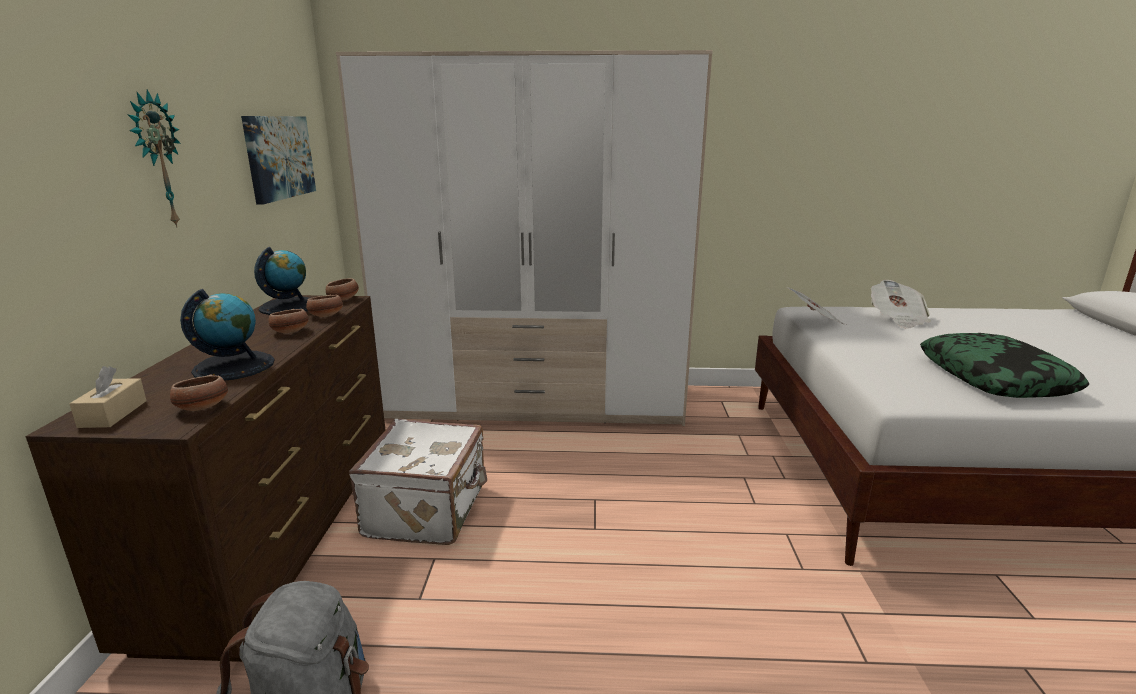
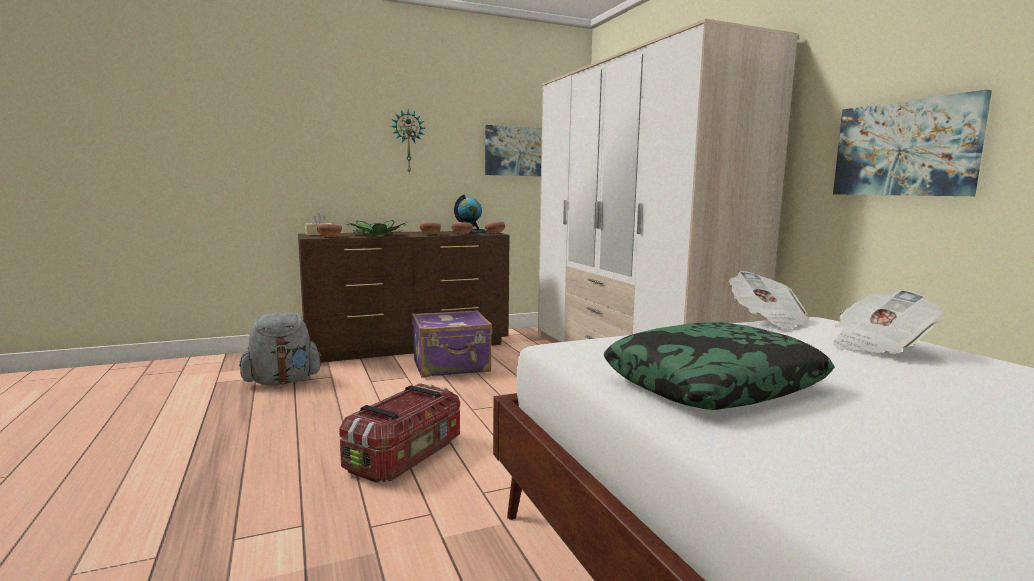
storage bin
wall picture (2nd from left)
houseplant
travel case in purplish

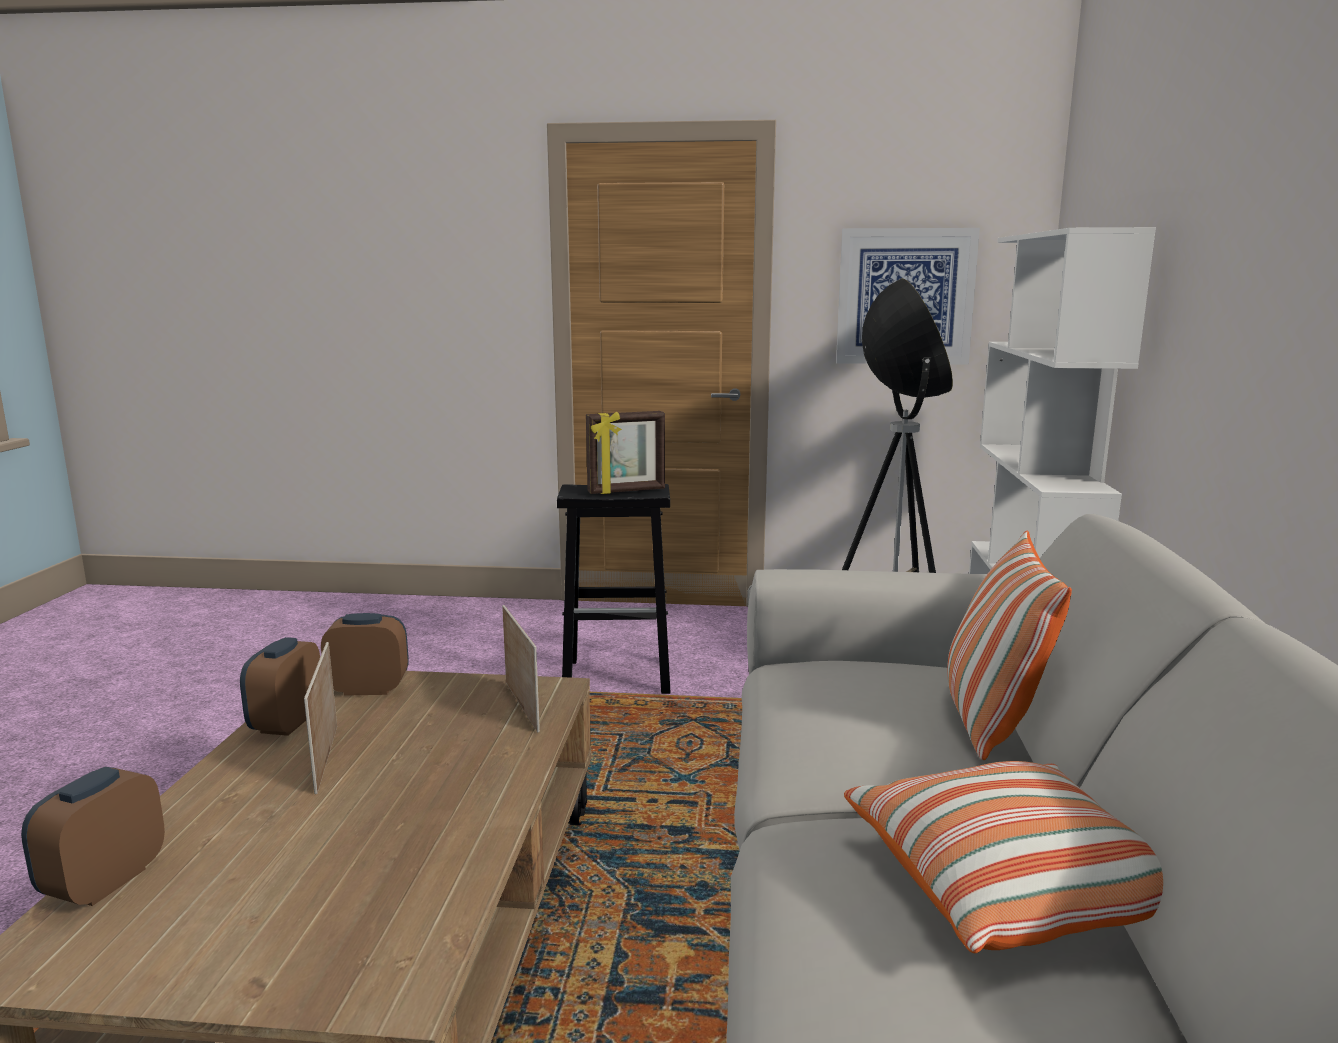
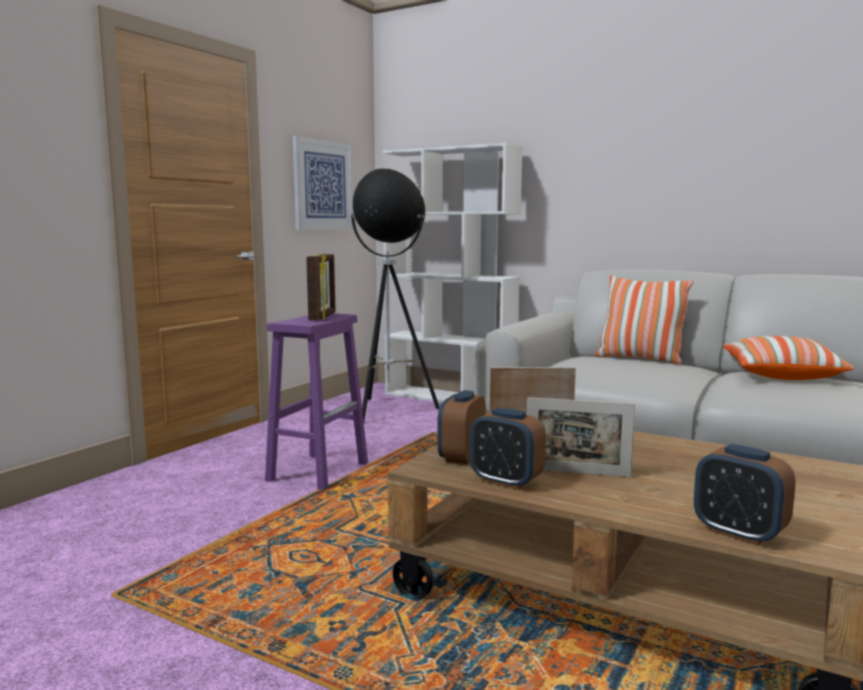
stool seat in purplish

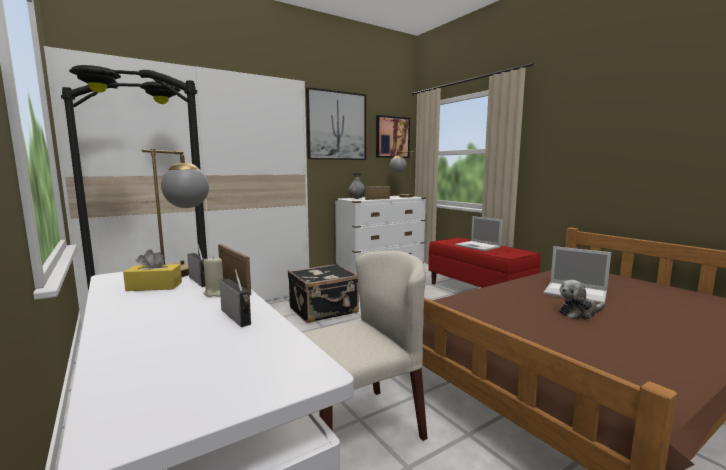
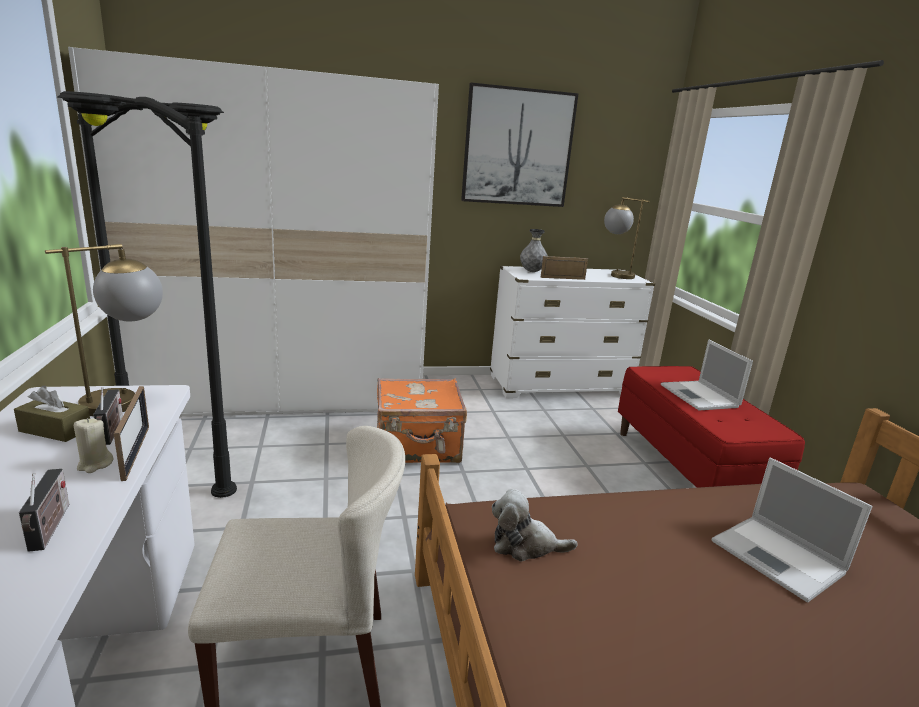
wall picture (2nd from left in the first image)
cuddly toy
tissue box in brownish
travel case in orange-coloured

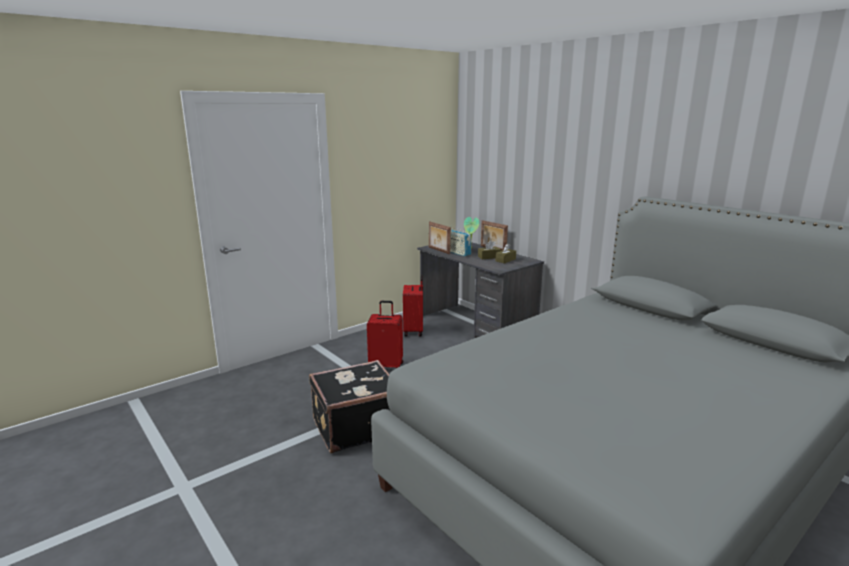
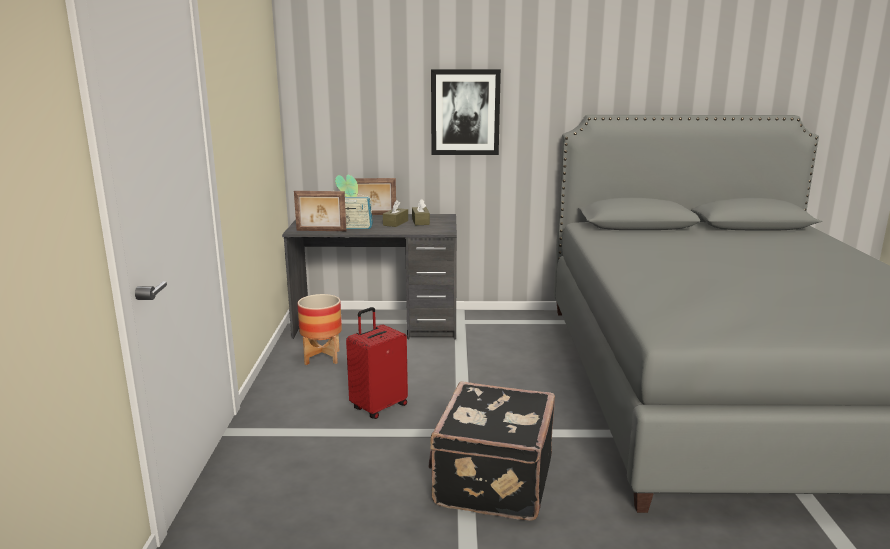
wall picture
flower pot

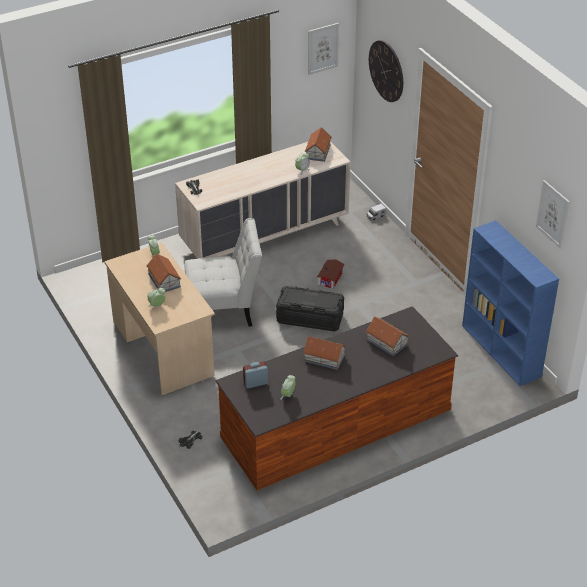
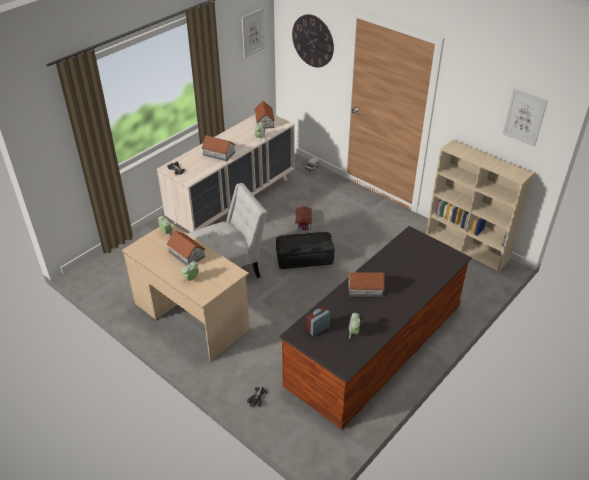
model house (2nd from left)
bookshelf in beige-coloured

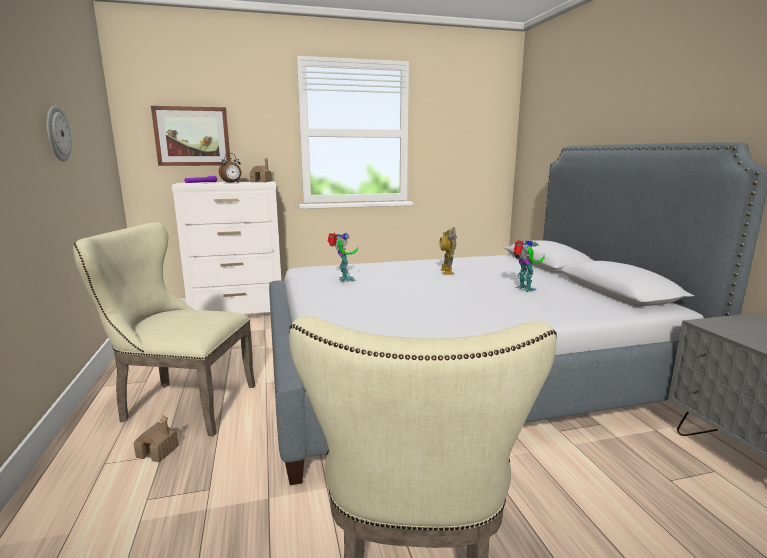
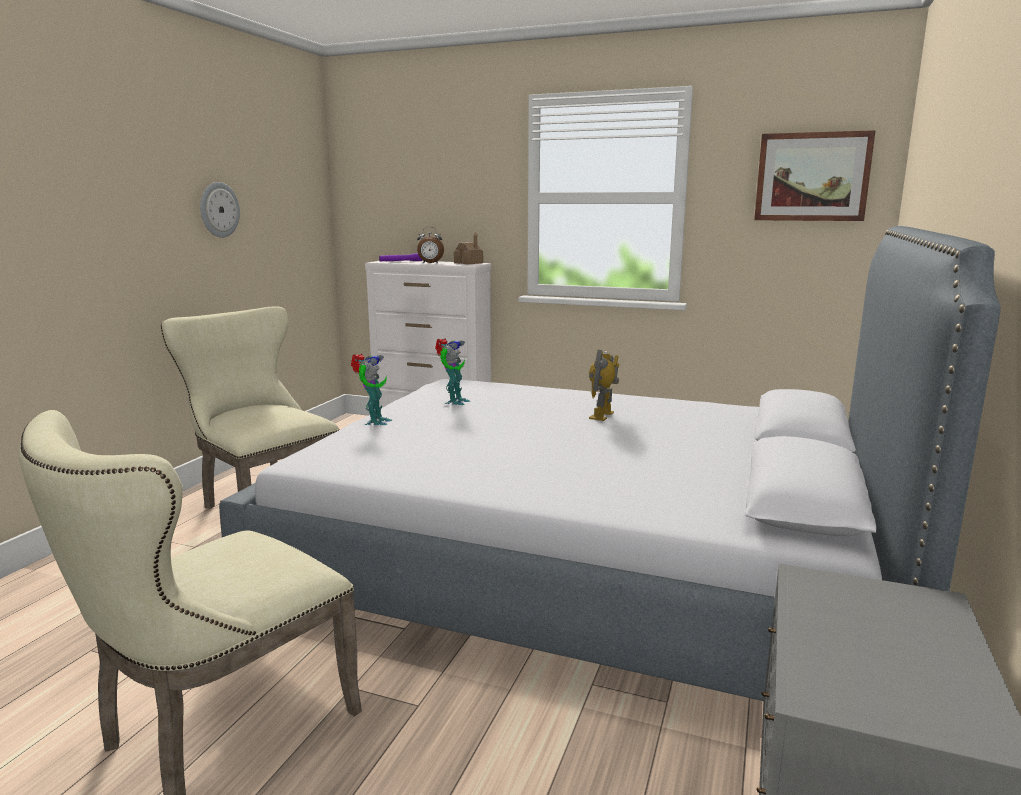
model house (1st from left in the first image)
wall picture
toy robot (1st from left)

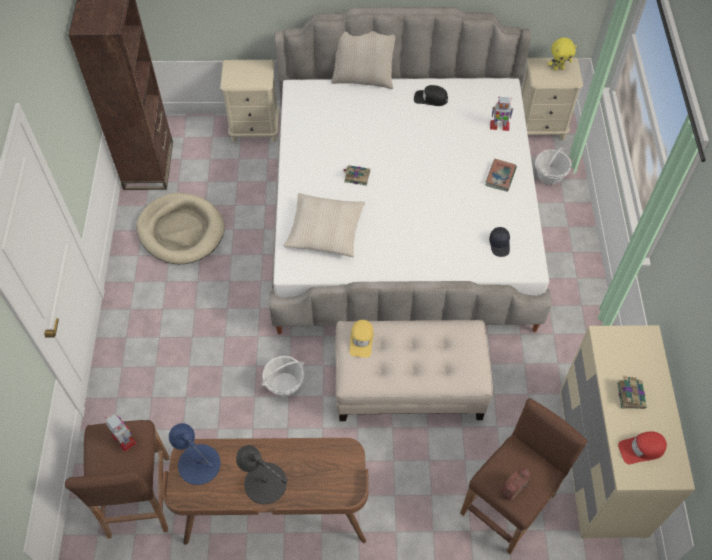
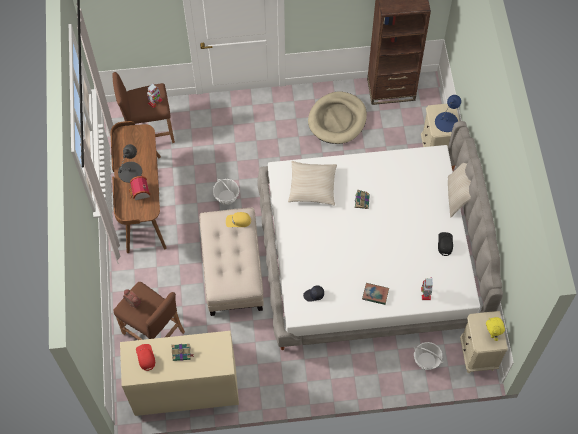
model house
table lamp in bluish

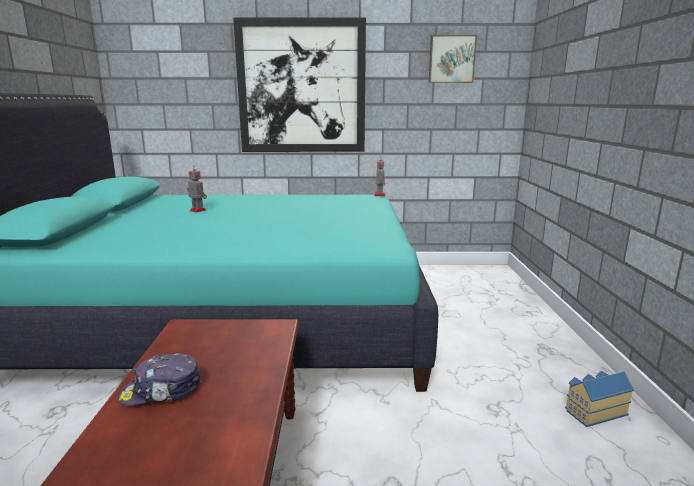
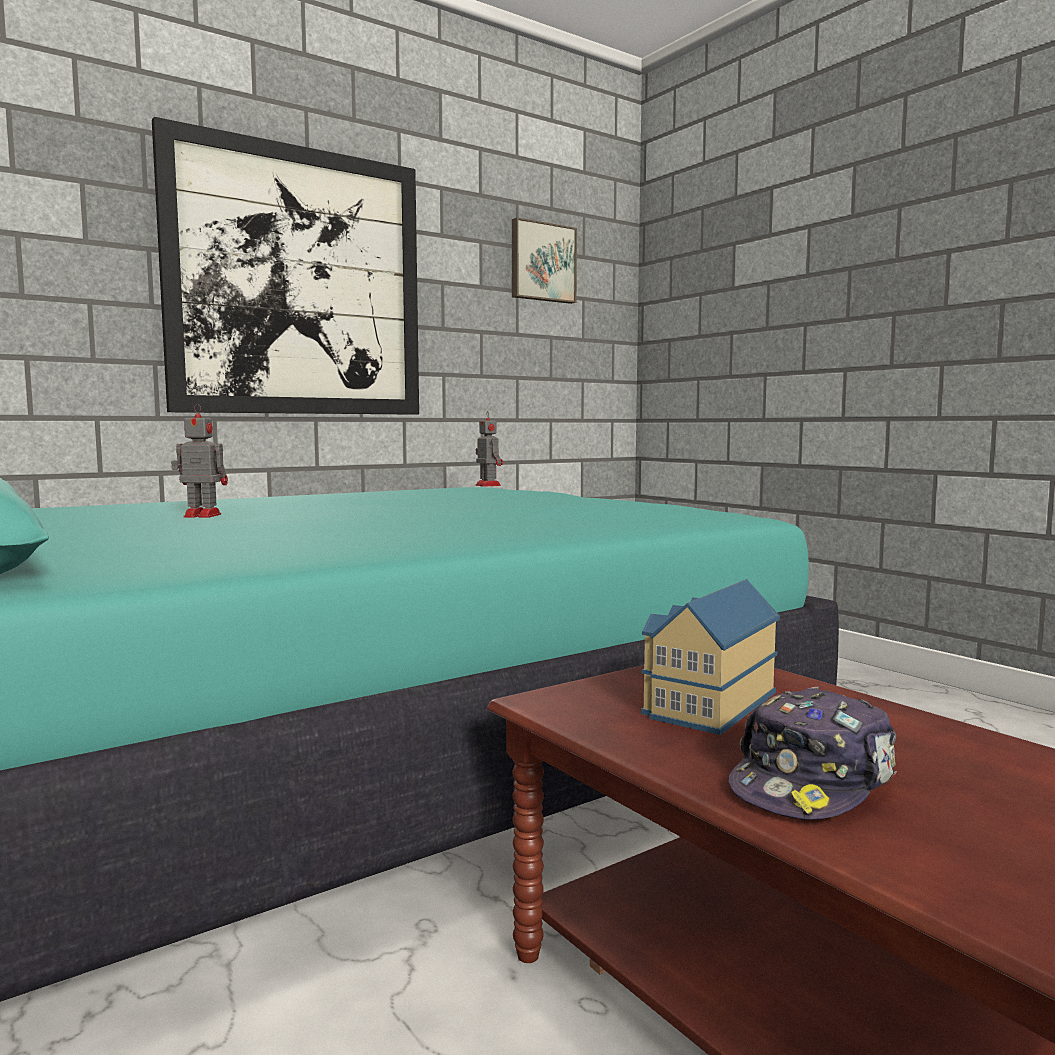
model house

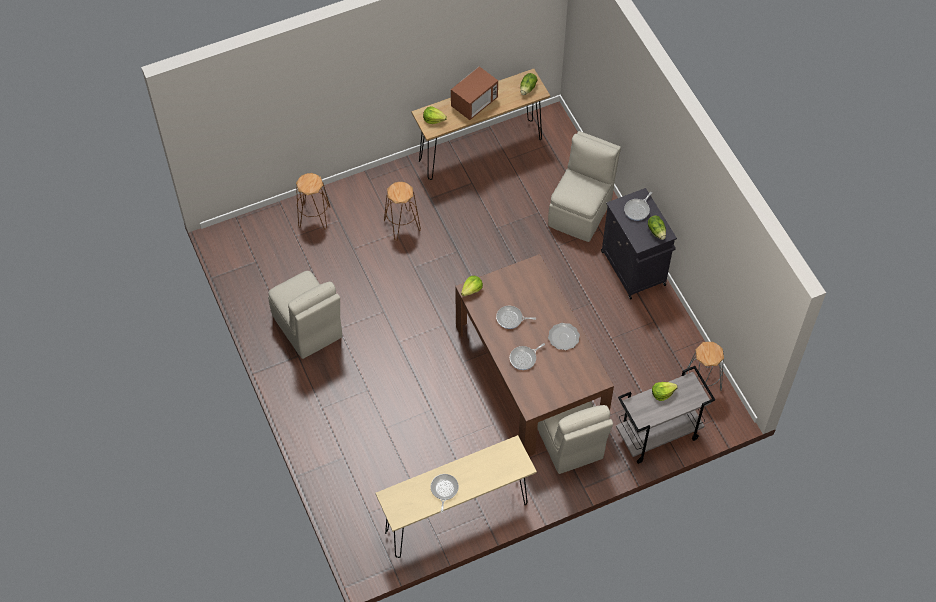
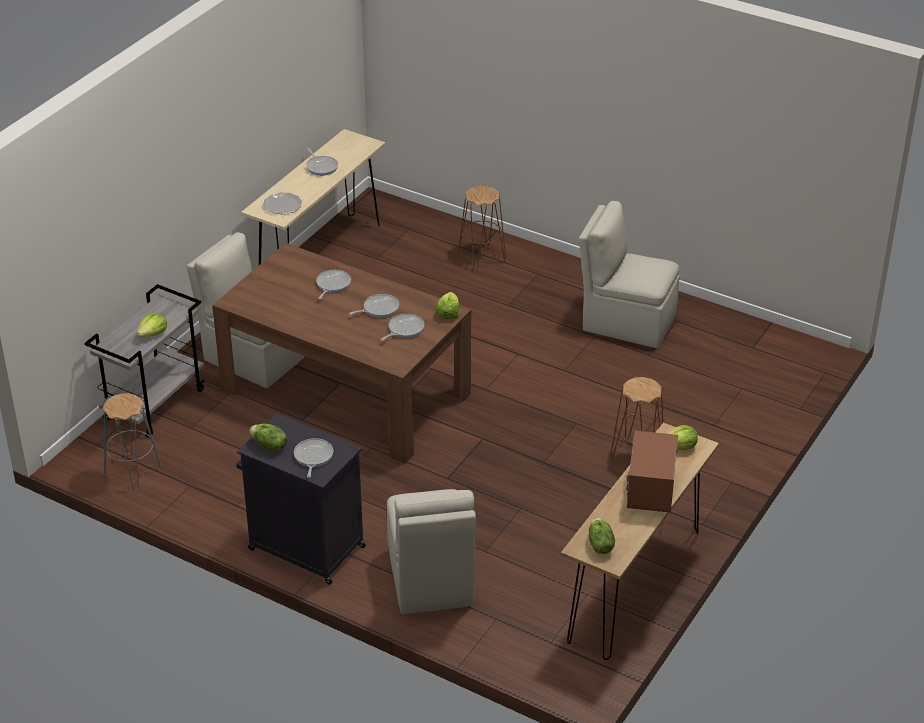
frying pan (5th from left)
stool seat in brownish (1st from left)
dinner plate

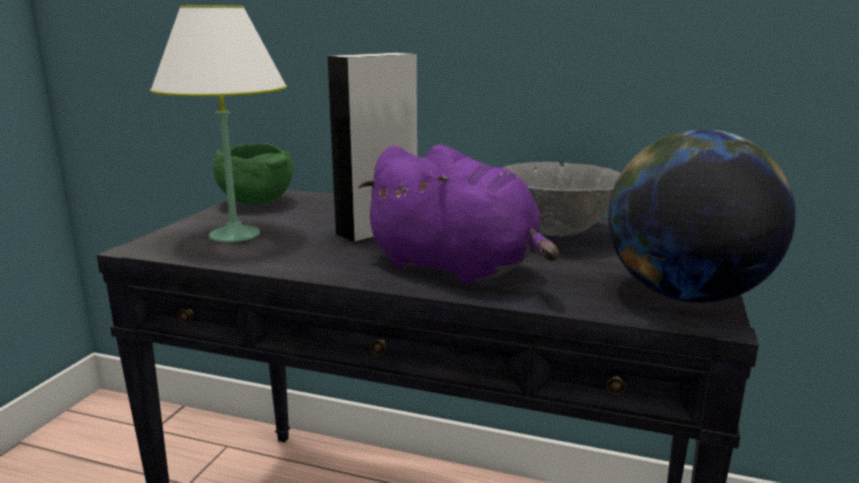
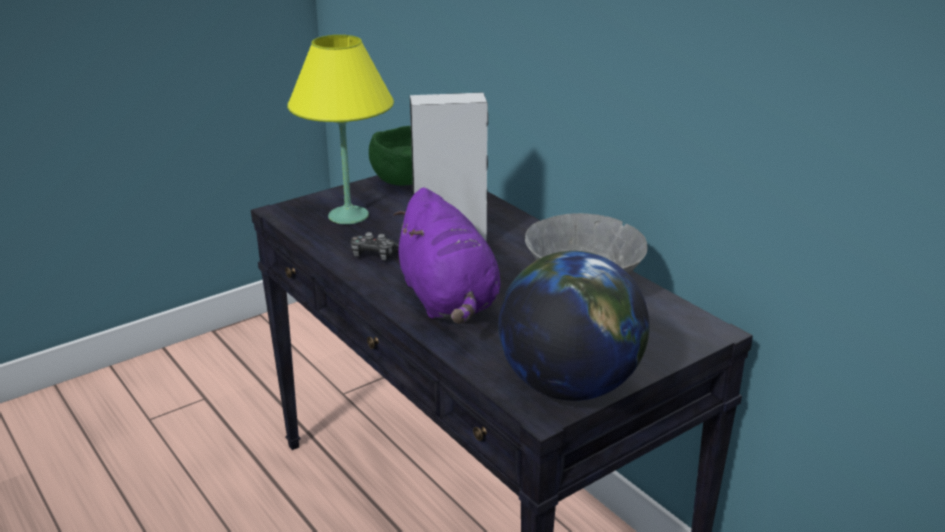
gamepad
table lamp in yellow-coloured

